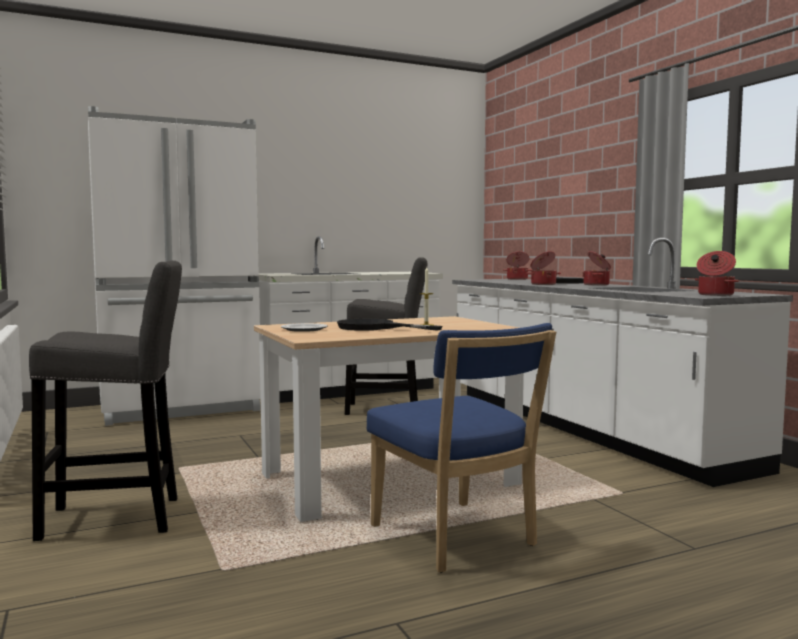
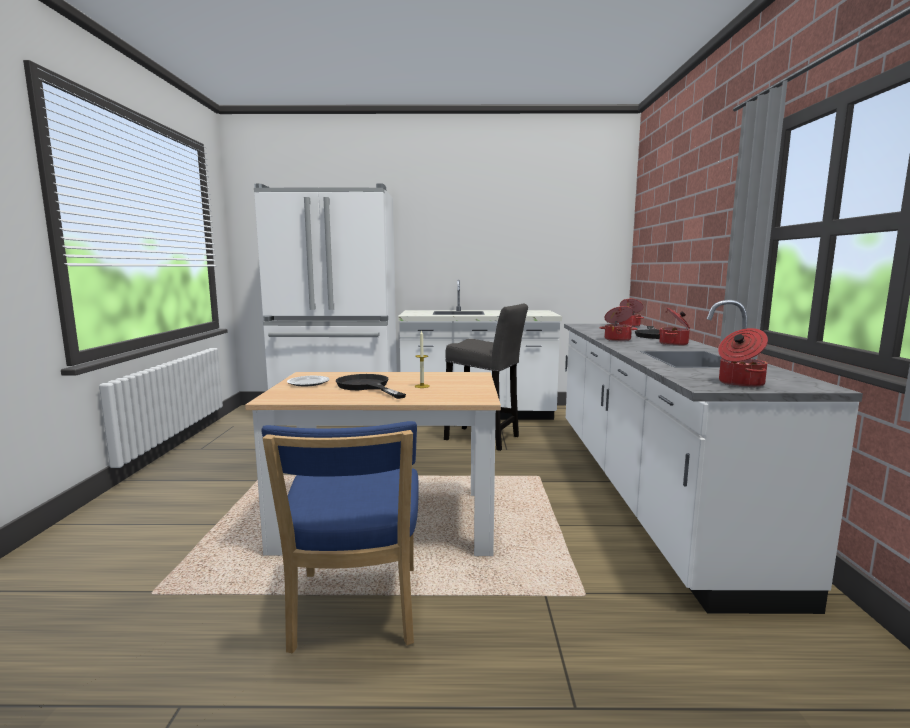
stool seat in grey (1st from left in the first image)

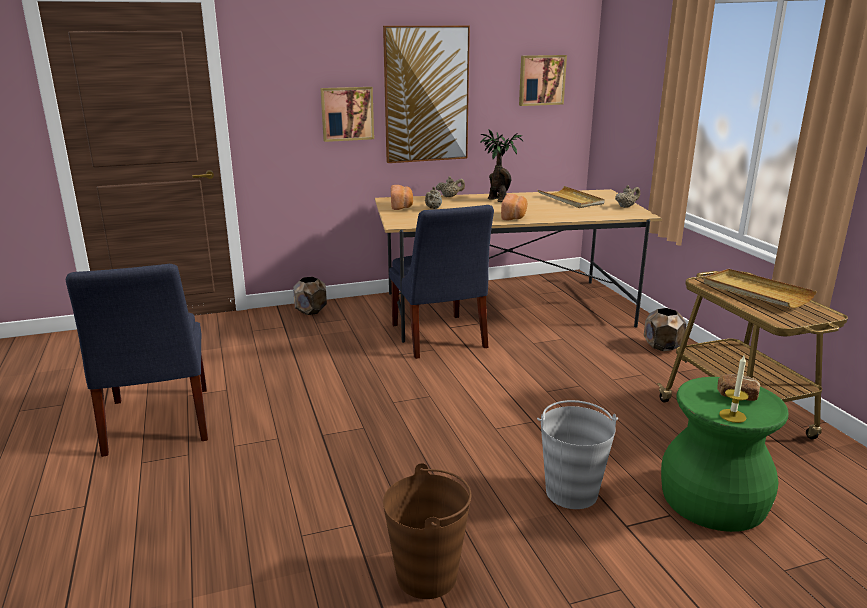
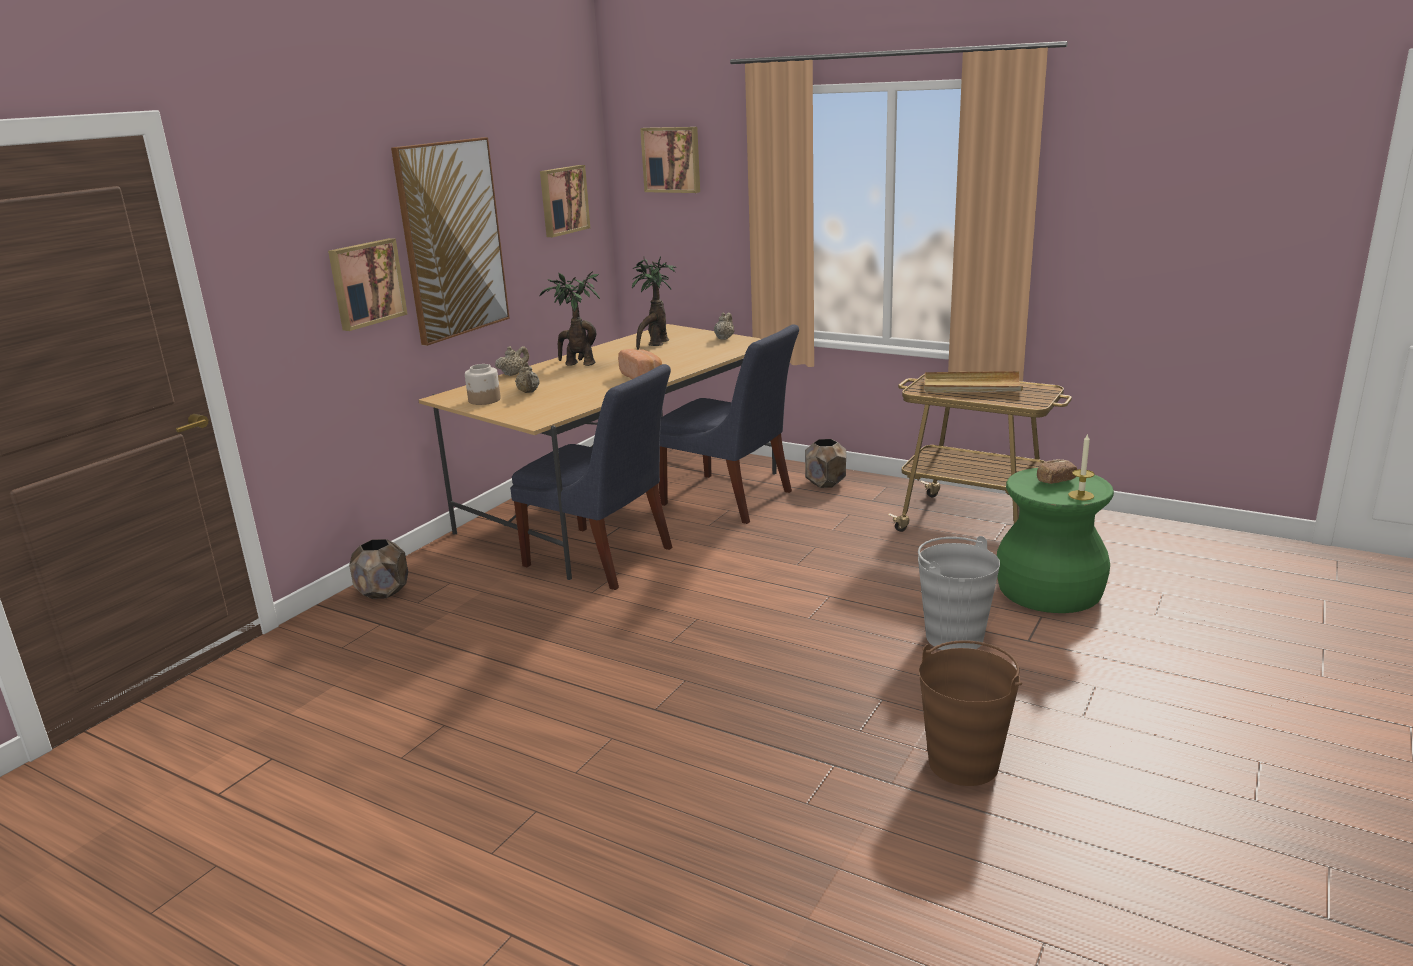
wall picture (4th from left)
upright chair in bluish (2nd from left)
preserve jar
houseplant (2nd from left)

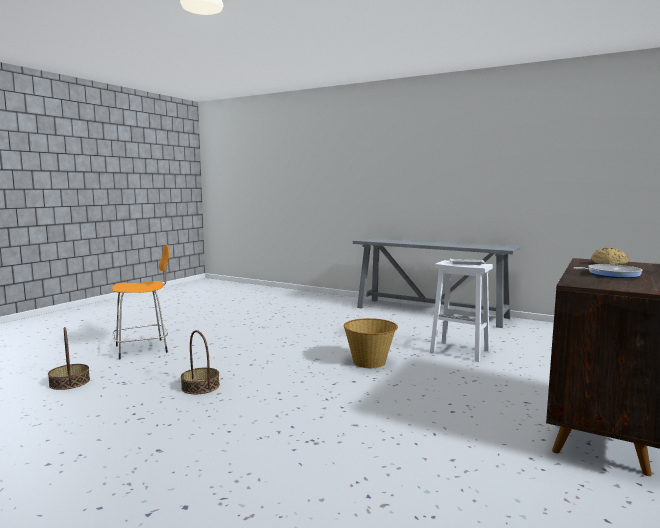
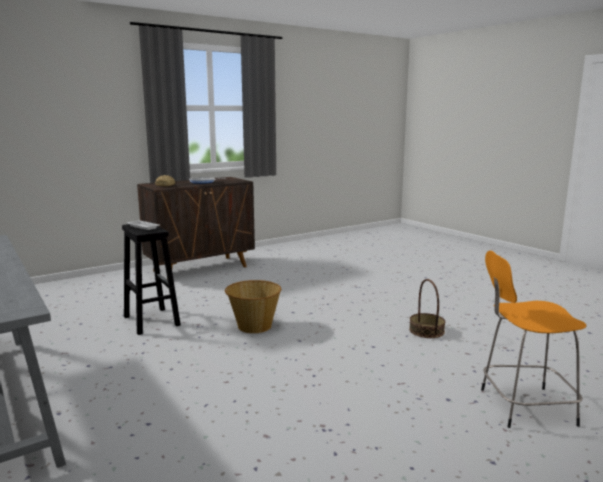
storage basket (1st from left in the first image)
stool seat in black-coloured

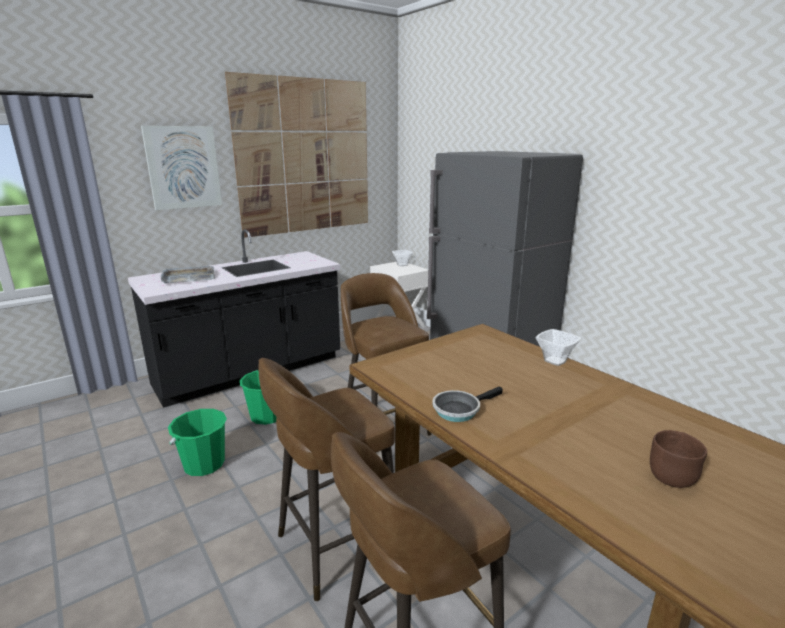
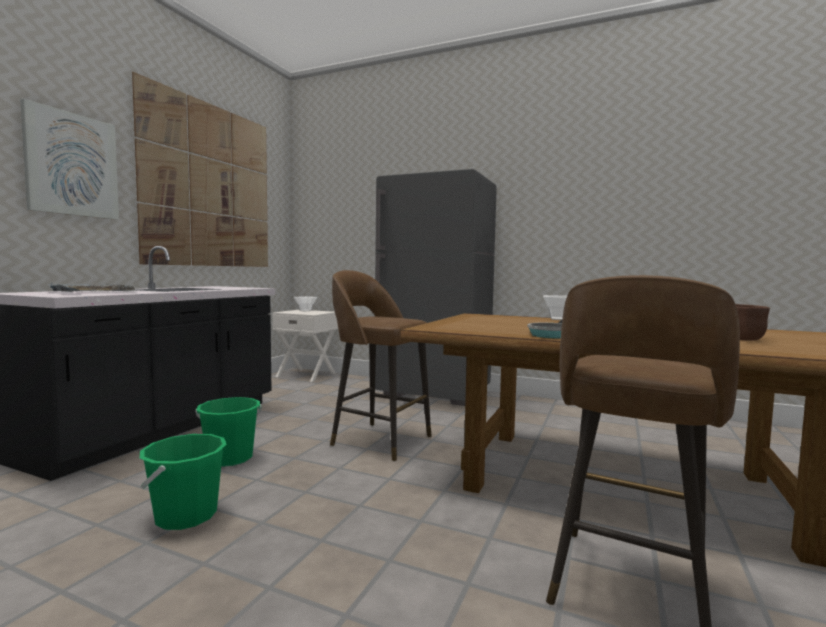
stool seat in brownish (1st from left in the first image)

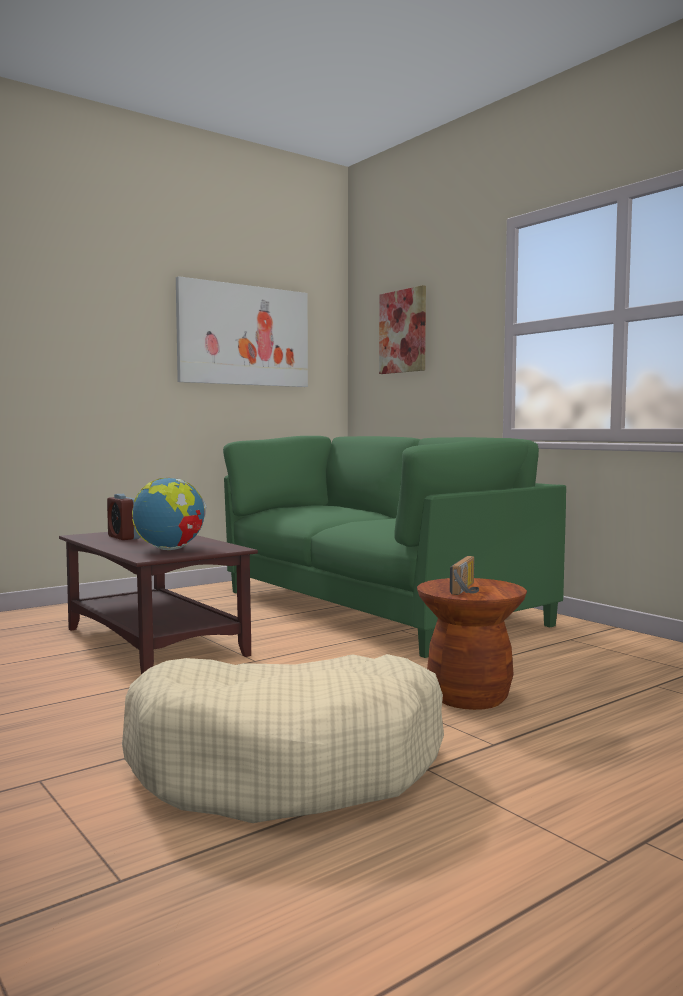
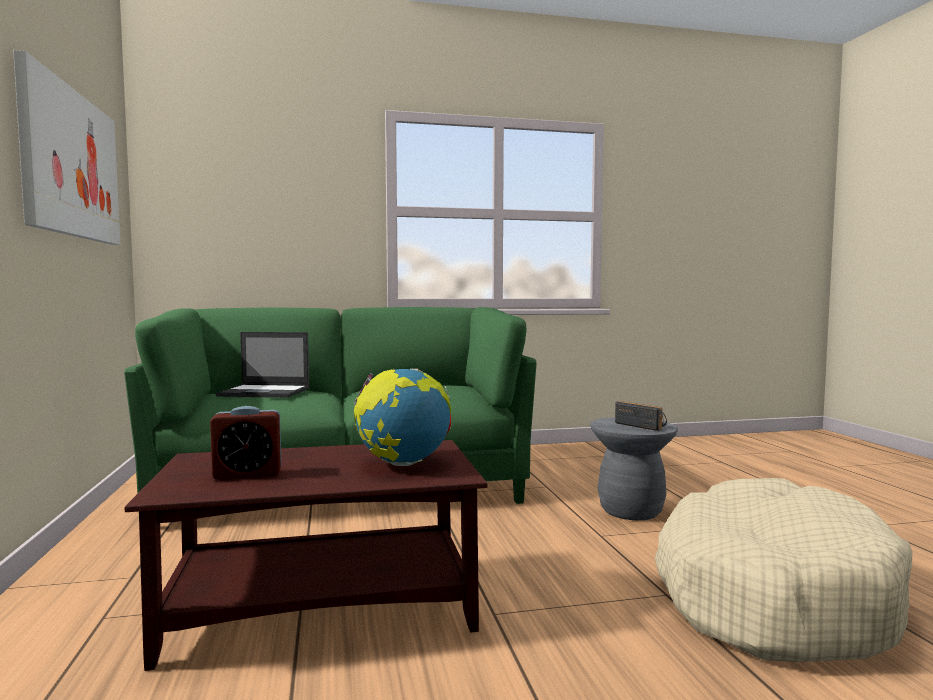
wall picture (2nd from left in the first image)
notebook computer
stool seat in grey

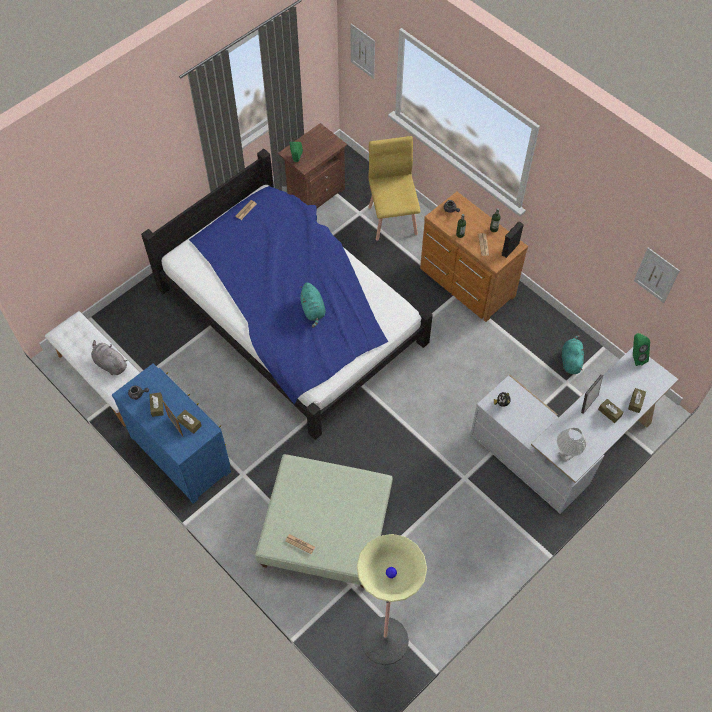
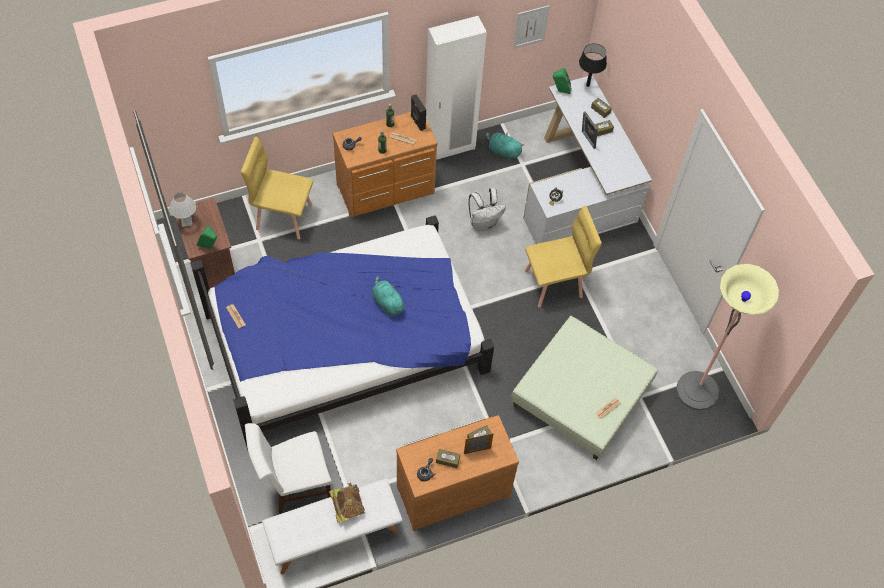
wall picture (1st from left in the first image)
upright chair in white-coloured
wardrobe in white-coloured
backpack in white-coloured
upright chair in yellow-coloured (2nd from left)
table lamp in black-coloured
table lamp in white-coloured
book
drawer chest in brownish (2nd from left)
cuddly toy in turquoise-coloured (1st from left)

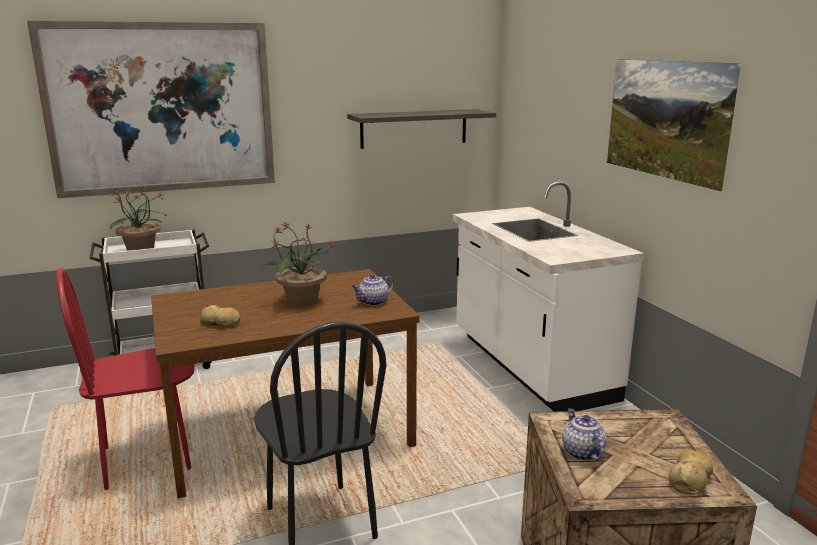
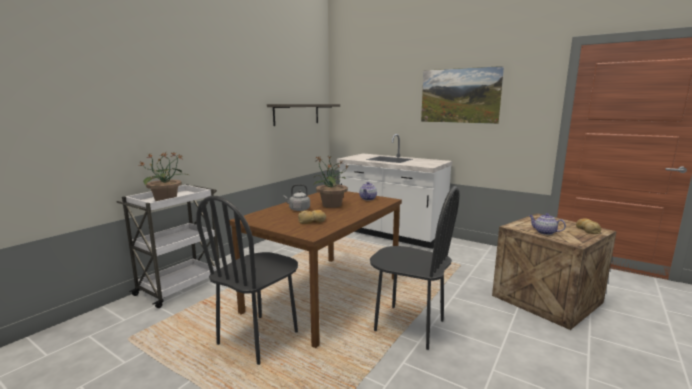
wall picture (1st from left in the first image)
water kettle in grey
upright chair in black-coloured (1st from left)

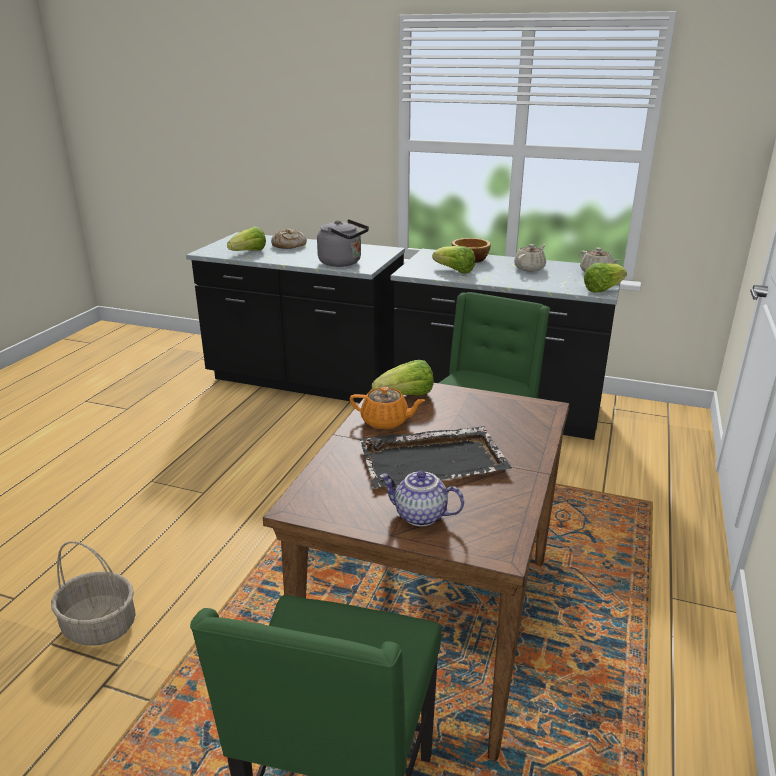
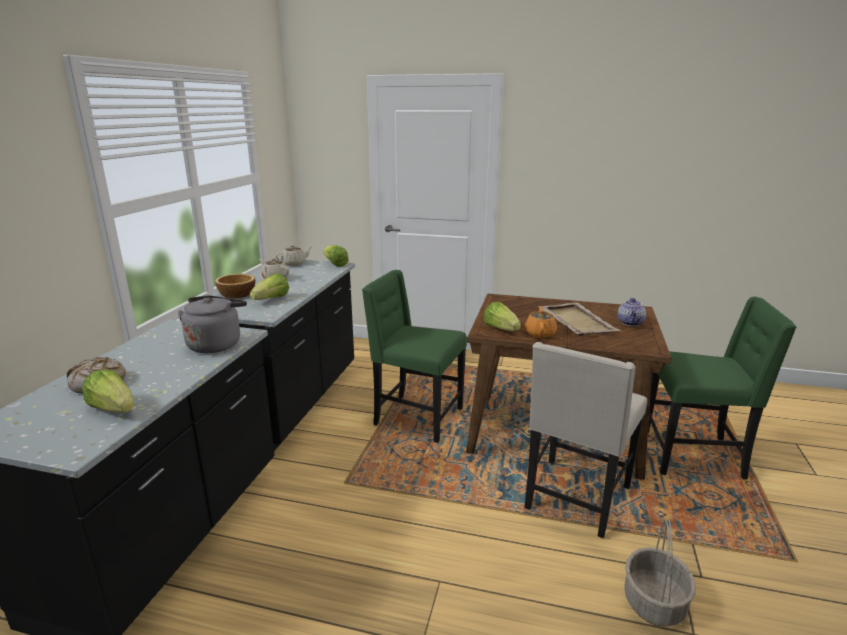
upright chair in beige-coloured
serving tray in beige-coloured

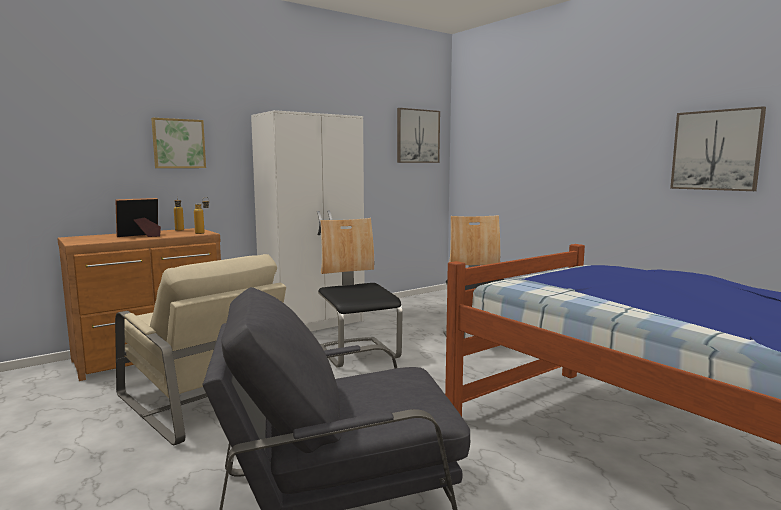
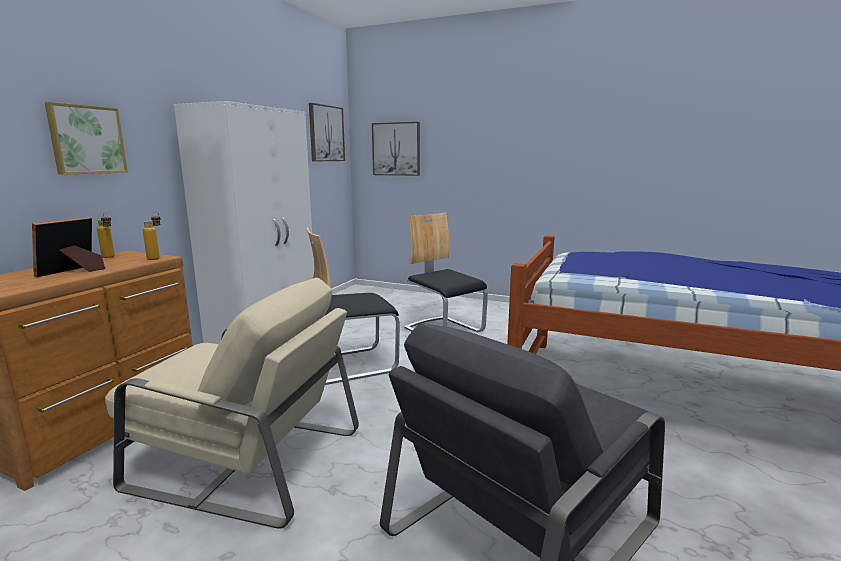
wall picture (3rd from left)
upright chair (1st from left)

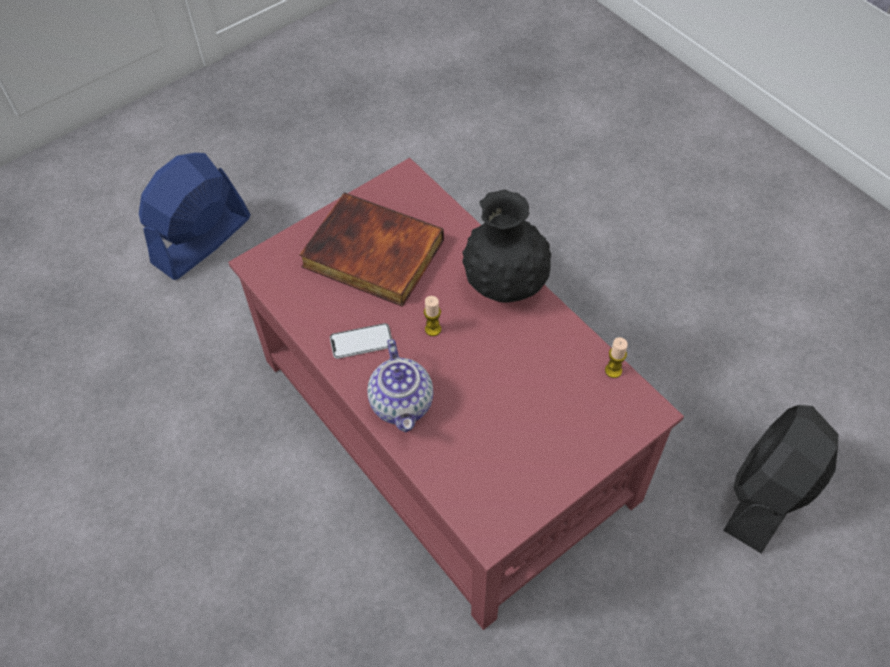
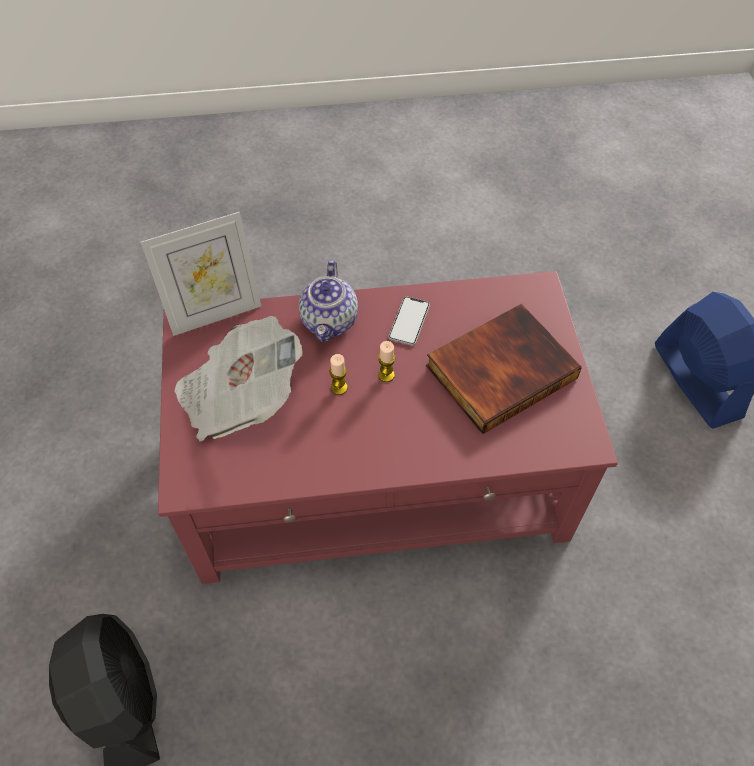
flower vase in black-coloured
picture frame
printed paper
wax light (1st from left)
teapot

